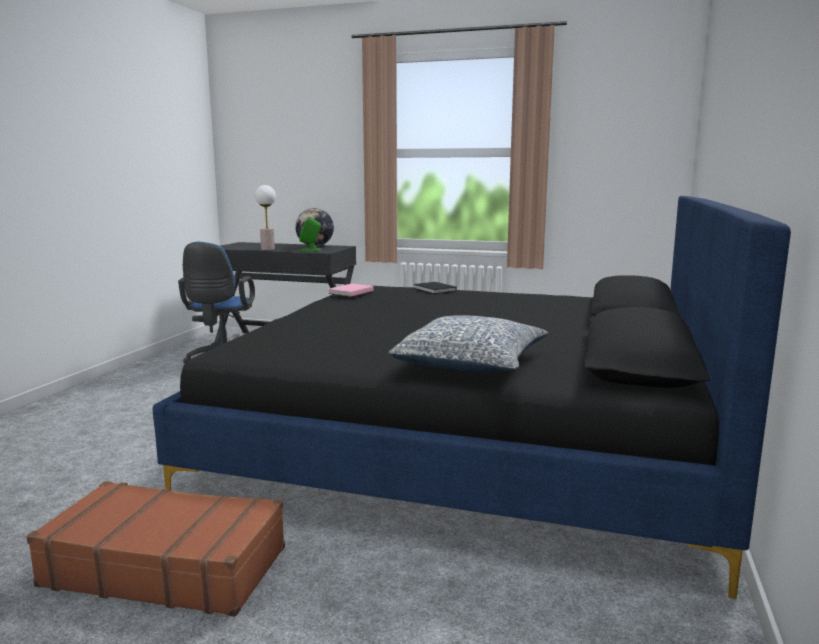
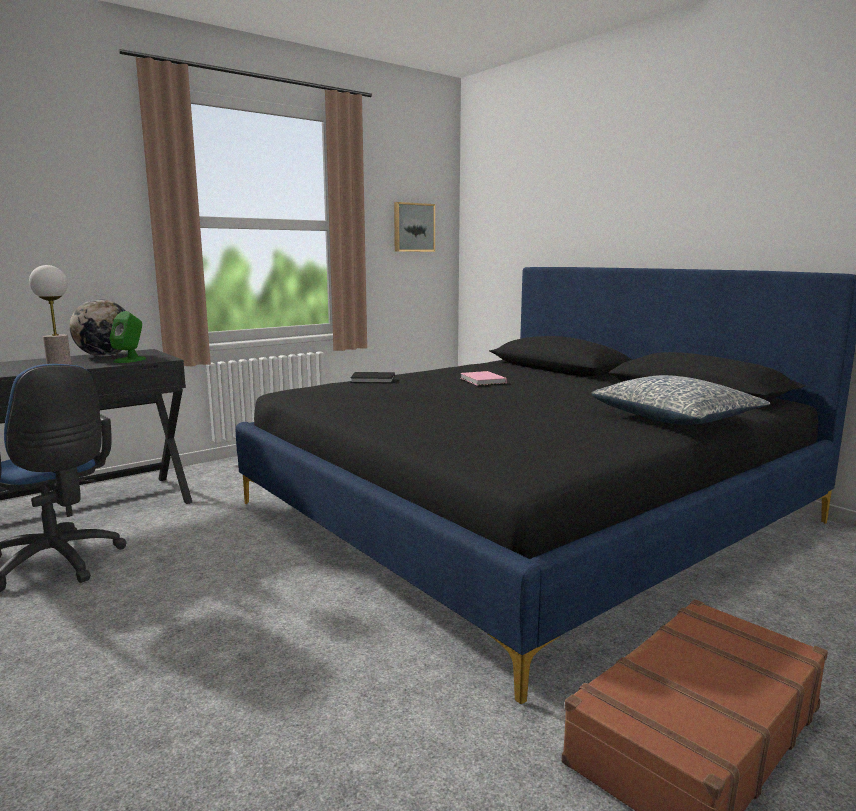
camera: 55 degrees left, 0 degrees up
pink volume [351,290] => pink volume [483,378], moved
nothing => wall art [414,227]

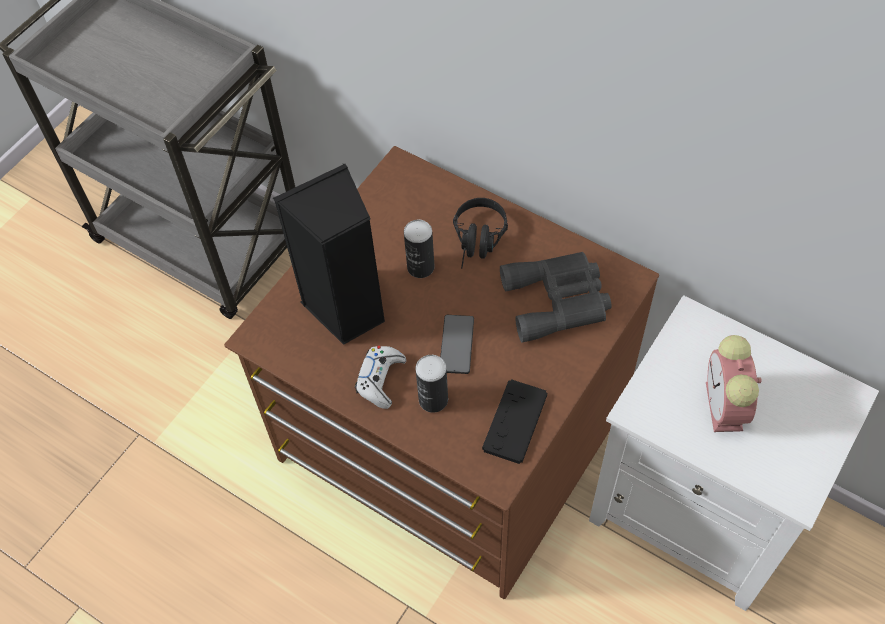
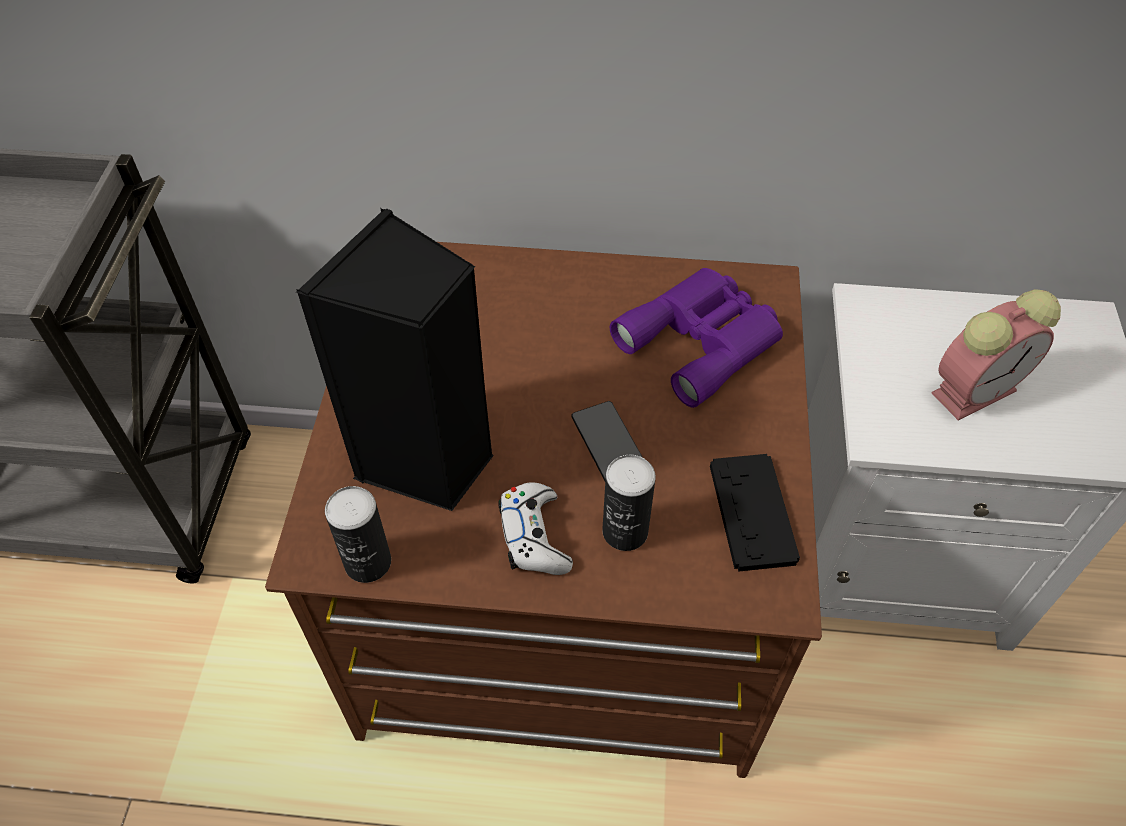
camera: 30 degrees left, 5 degrees down
blackish headset [480,233] => nothing
sealed can [419,248] => sealed can [358,534], moved
gray field glasses [555,297] => purple-coloured field glasses [696,338]
alarm clock [734,383] => alarm clock [996,354], 90 degrees counterclockwise

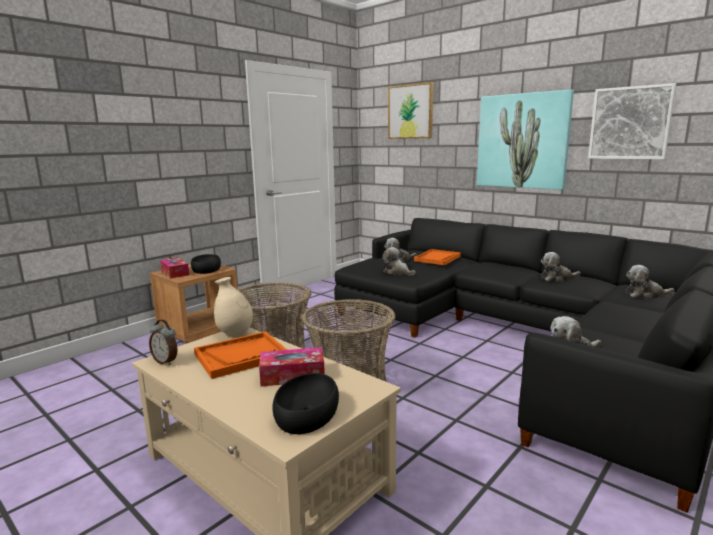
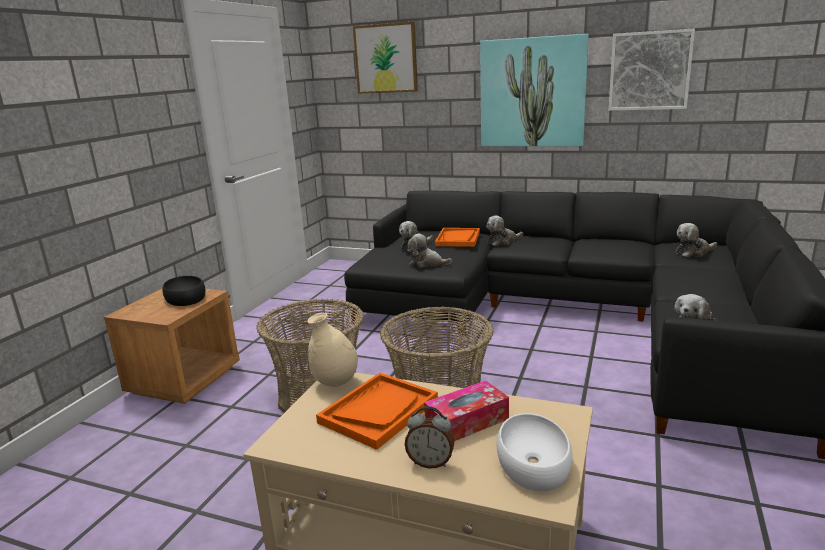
camera: 20 degrees left, 5 degrees up
cuddly toy [561,267] => cuddly toy [504,231], moved
tissue holder [174,267] => nothing
alarm clock [163,342] => alarm clock [429,437], moved
blackish serving bowl [306,403] => whitish serving bowl [535,452]

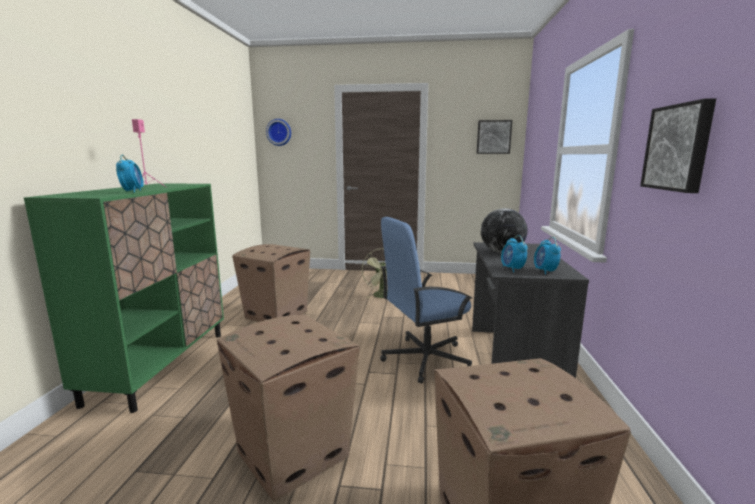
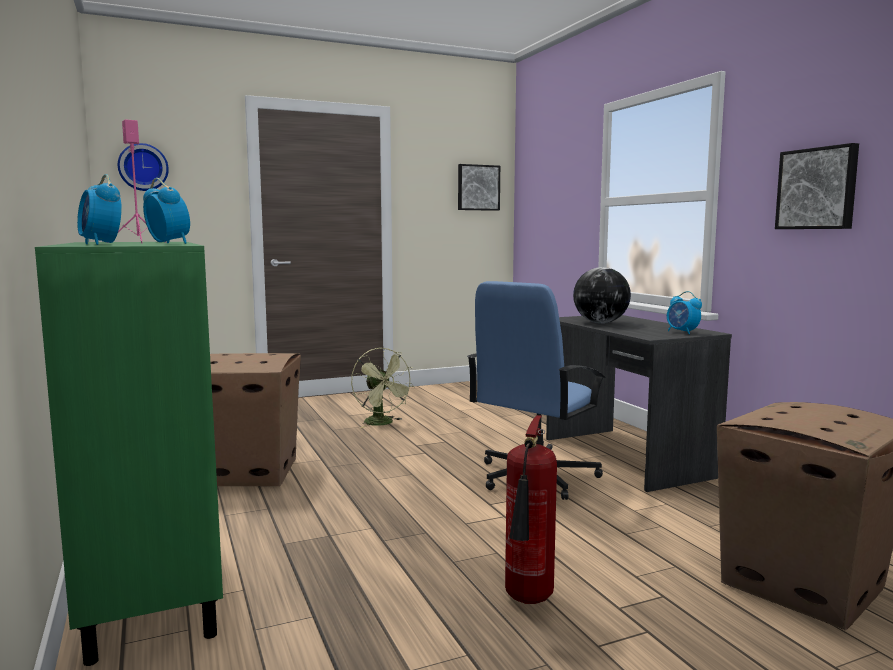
camera: 30 degrees left, 5 degrees down
alarm clock [514,253] => alarm clock [99,209], moved
carton [288,408] => extinguisher [531,509]

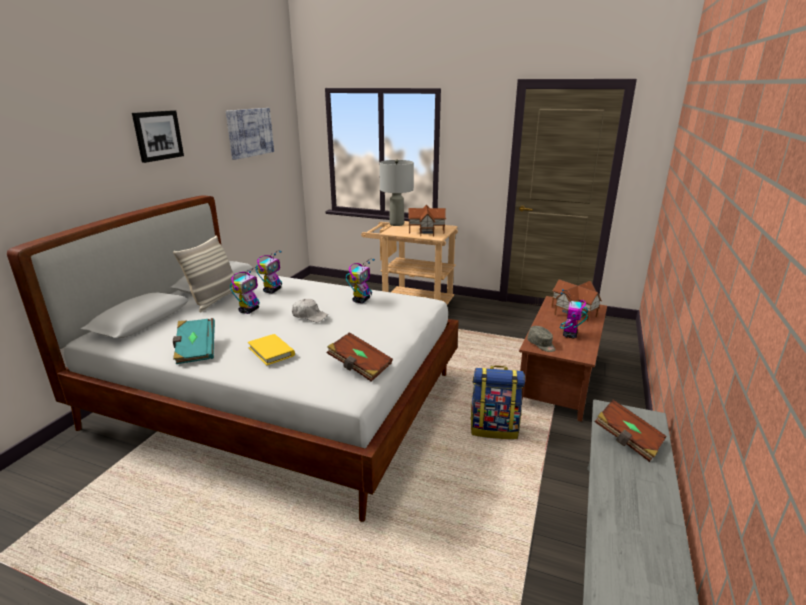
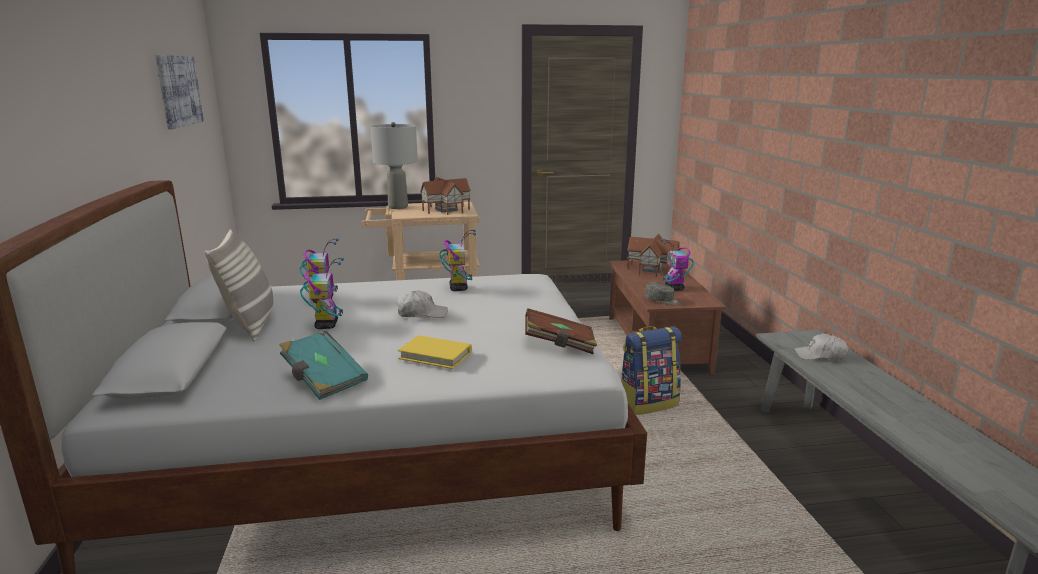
camera: 30 degrees left, 5 degrees down
wall art [158,136] => nothing
brown-coloured volume [631,431] => whitish peaked cap [821,346]

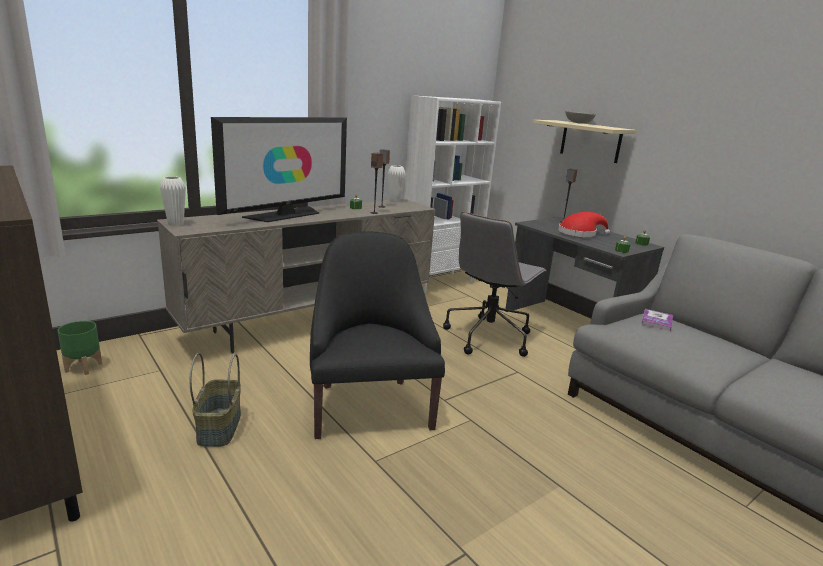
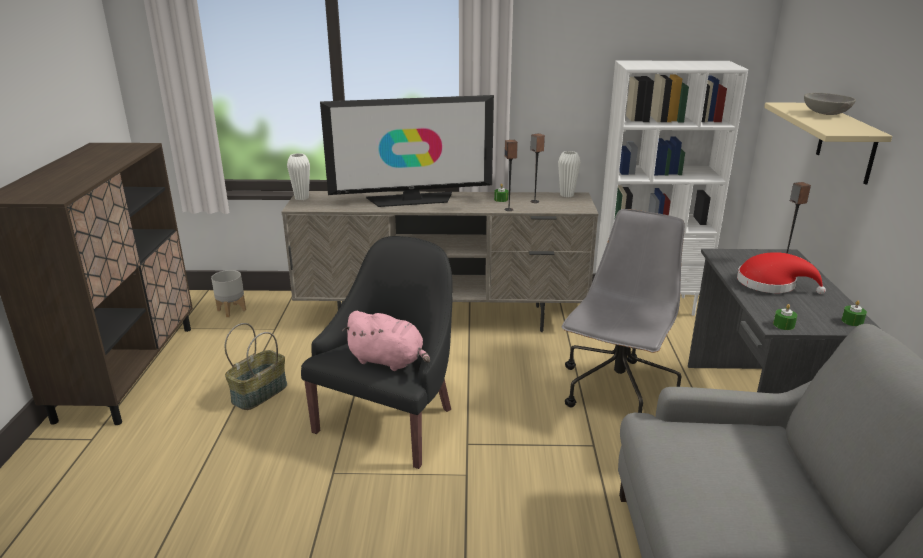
camera: 40 degrees right, 5 degrees up
gray office chair [495,284] => gray office chair [623,311], 135 degrees clockwise
volume [657,320] => nothing
green-coloured planter [79,348] => gray planter [228,293]
nothing => pink cuddly toy [386,341]

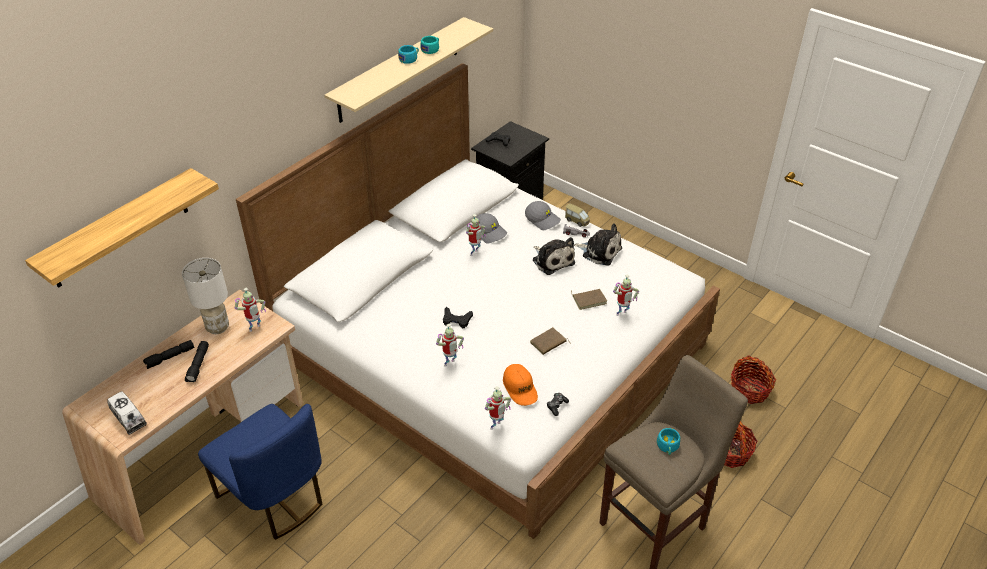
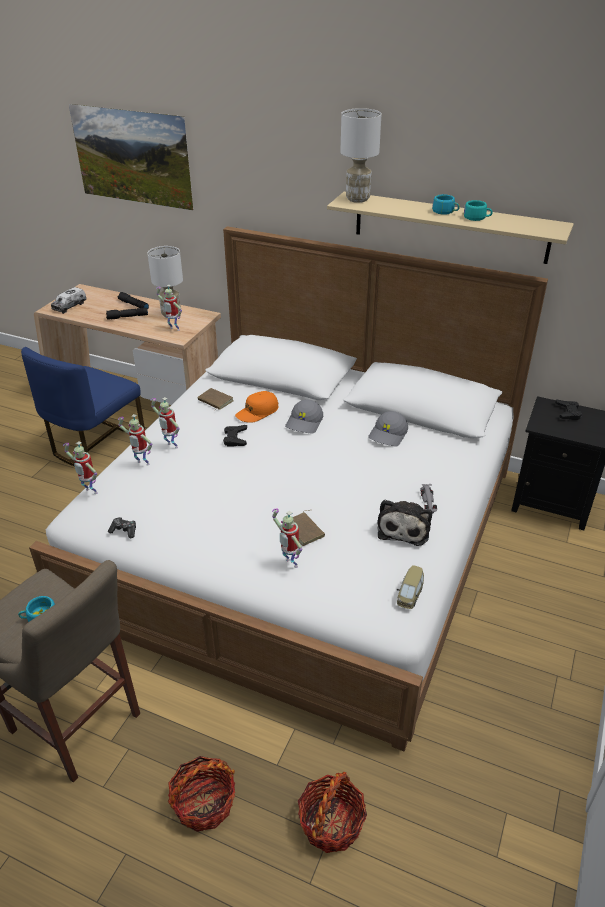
camera: 75 degrees right, 5 degrees down
bracket shelf [122,228] => wall art [131,157]
gray peaked cap [543,215] => gray peaked cap [304,416], moved
model car [577,215] => model car [410,587], moved
robot figure [476,235] => robot figure [135,440], moved
cuddly toy [554,256] => nothing
brown-coloured volume [550,341] => brown-coloured volume [215,399], moved
orangey peaked cap [520,385] => orangey peaked cap [256,407], moved
nothing => whitish table lamp [361,155]

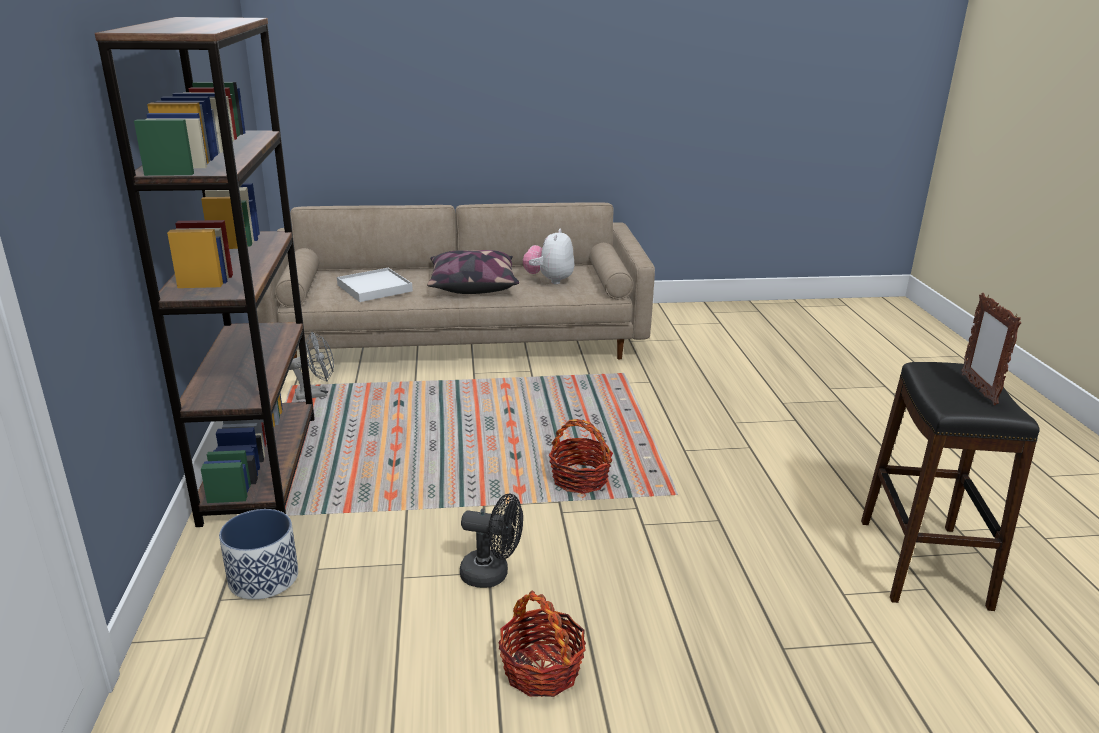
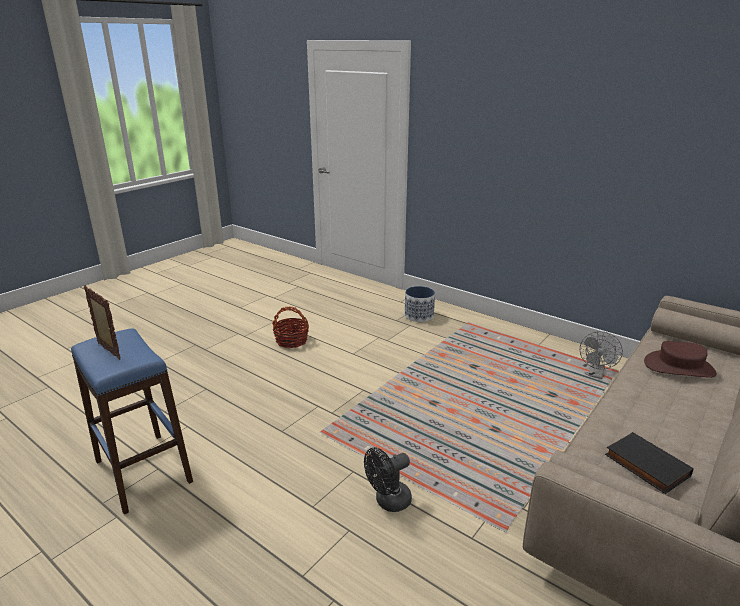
camera: 135 degrees right, 0 degrees up
brown-coloured bookshelf [205,272] => nothing
cuddly toy [548,256] => blackish volume [649,463]
cushion [473,272] => nothing
whitish carrying tray [375,285] => brown-coloured hat [680,359]
blackish stool [950,486] => blue stool [132,421]
basket [580,456] => nothing
blackish cooling fan [491,541] => blackish cooling fan [388,479], moved

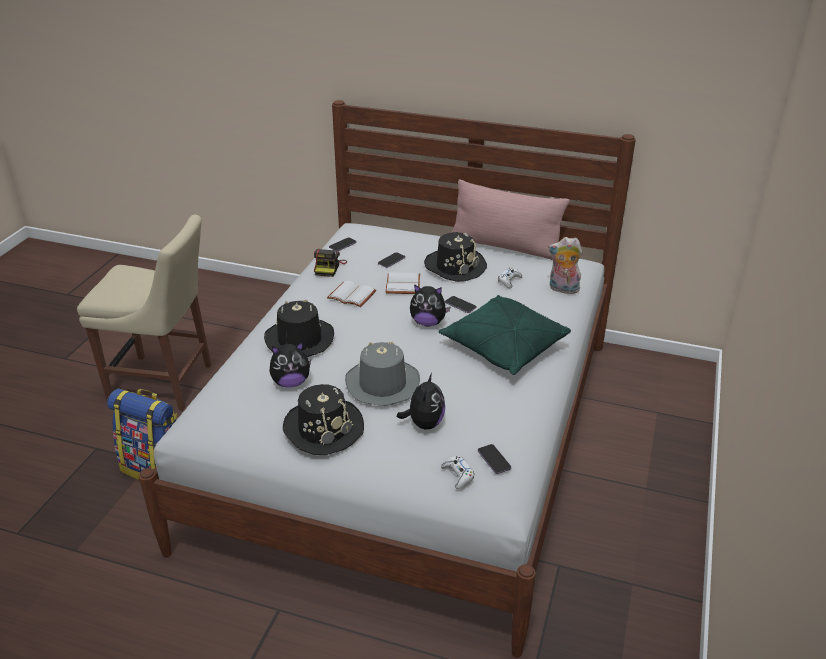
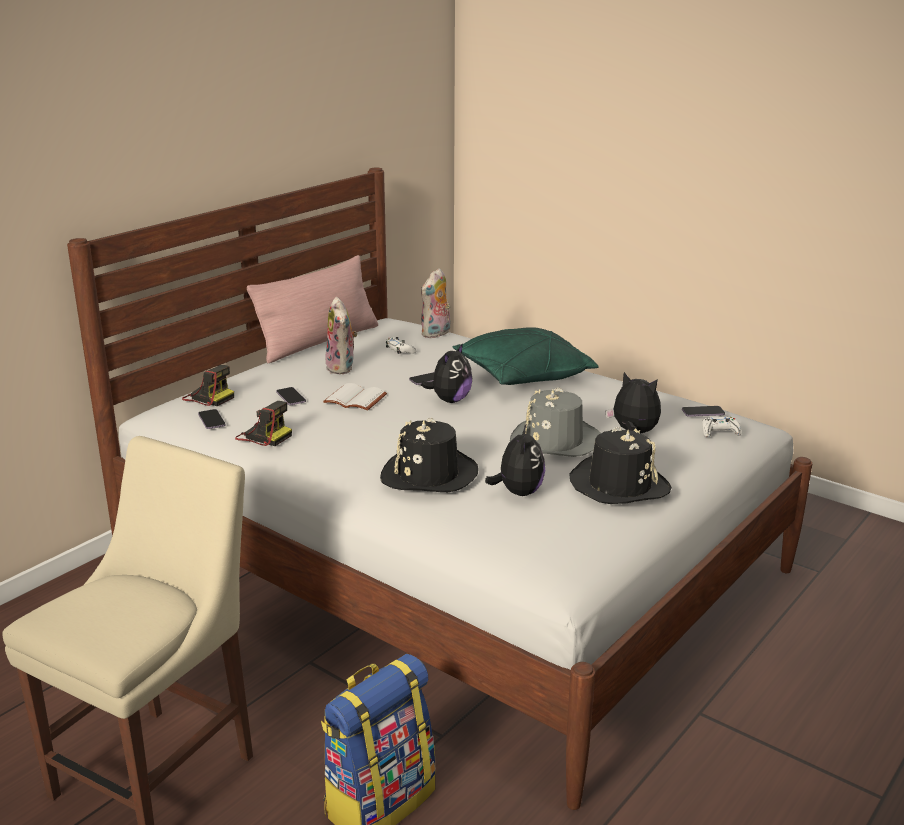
camera: 70 degrees left, 10 degrees down
blackish hat [455,257] => cuddly toy [341,335]
whitish volume [351,294] => nothing
nothing => still camera [208,385]

